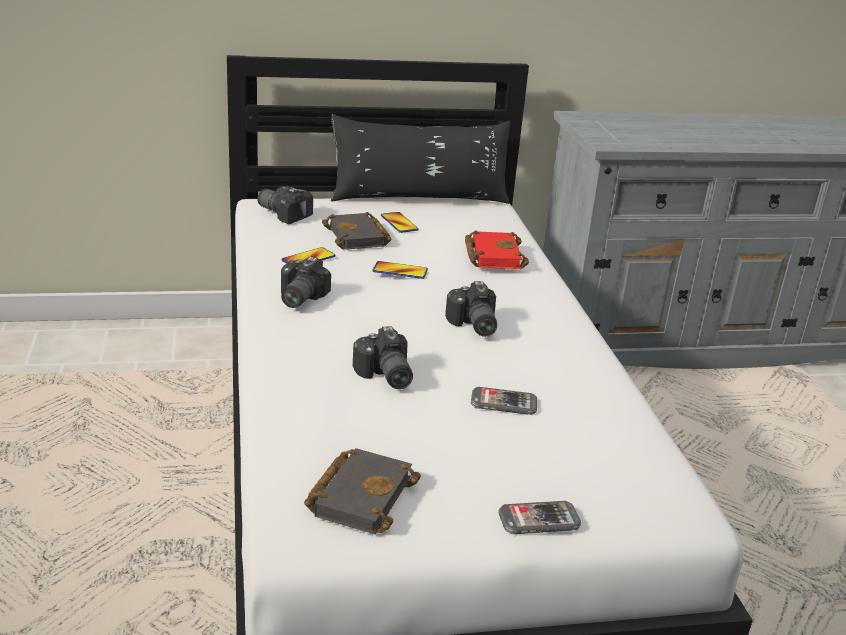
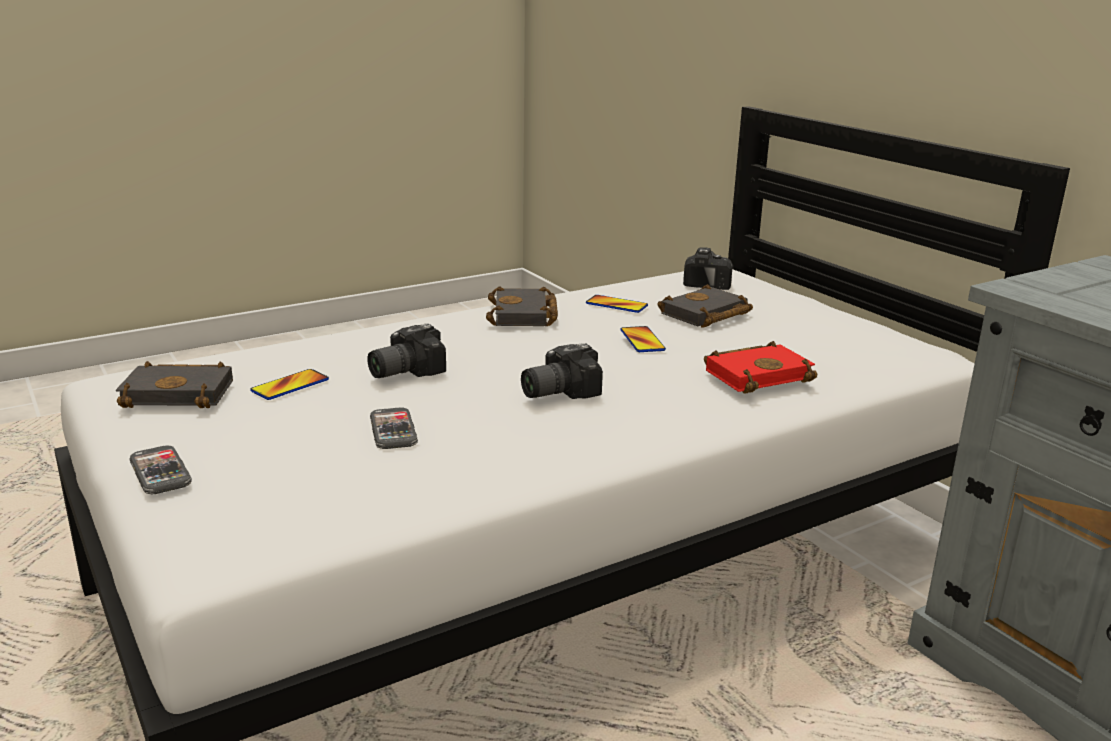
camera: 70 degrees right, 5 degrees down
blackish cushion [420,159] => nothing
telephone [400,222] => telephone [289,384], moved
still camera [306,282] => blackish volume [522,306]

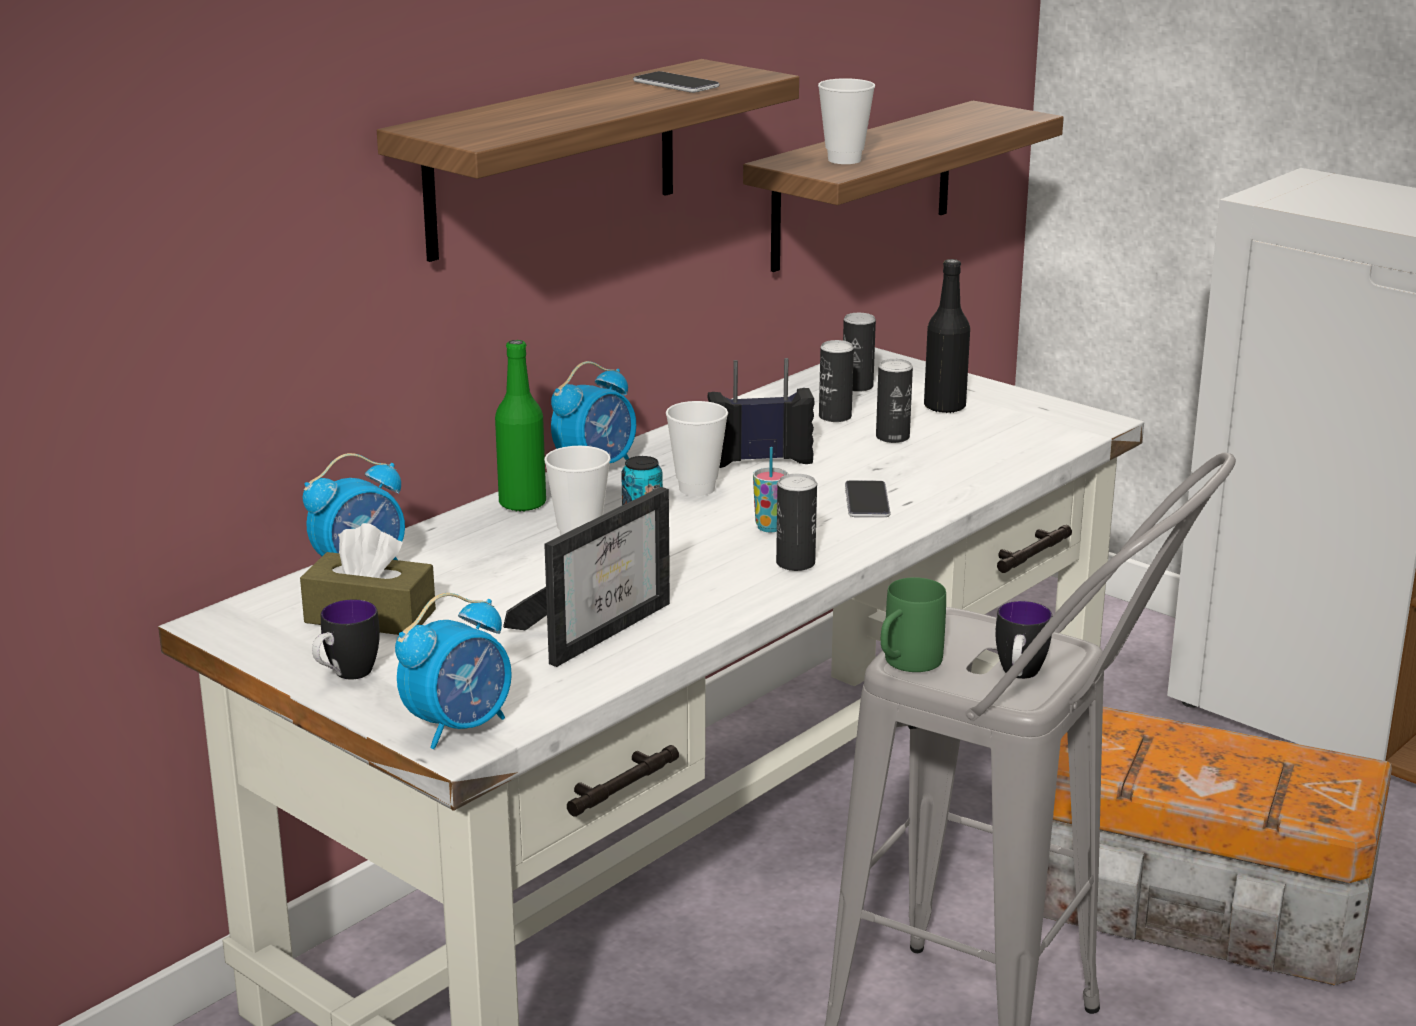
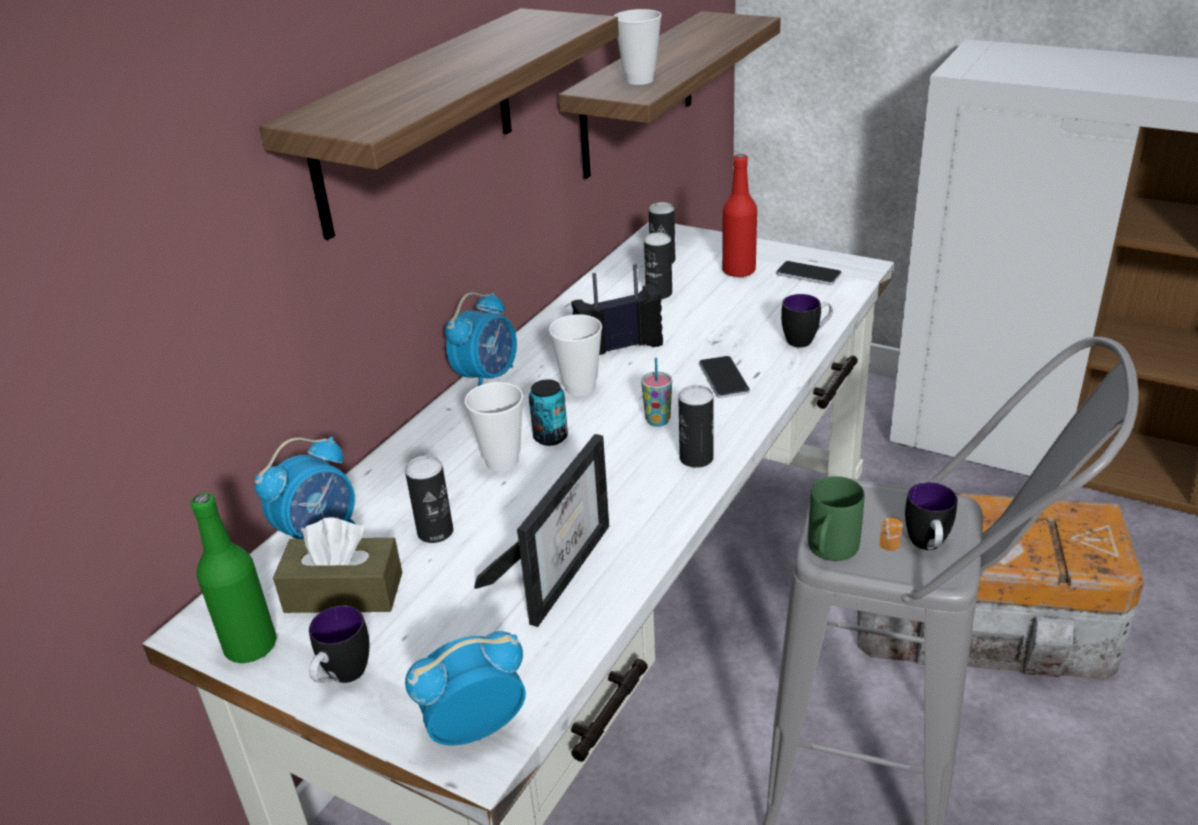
camera: 10 degrees left, 10 degrees up
telephone [676,82] => telephone [809,273], moved
blackish drink bottle [947,336] => red-coloured drink bottle [739,215]
green-coloured drink bottle [520,426] => green-coloured drink bottle [234,578], moved
sealed can [894,401] => sealed can [429,499], moved
alarm clock [453,671] => alarm clock [465,688], 150 degrees counterclockwise
nothing => tea mug [807,321]

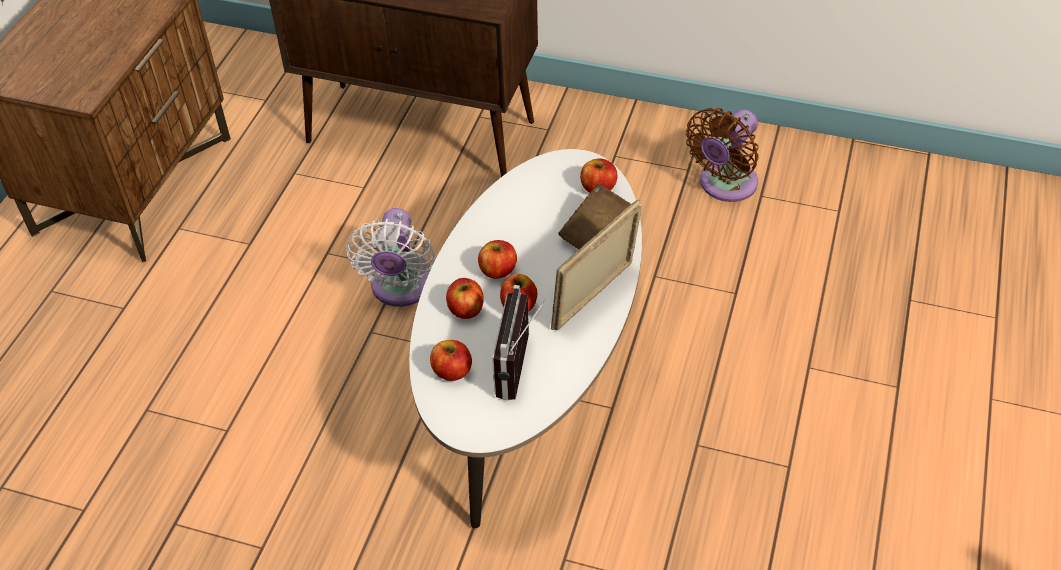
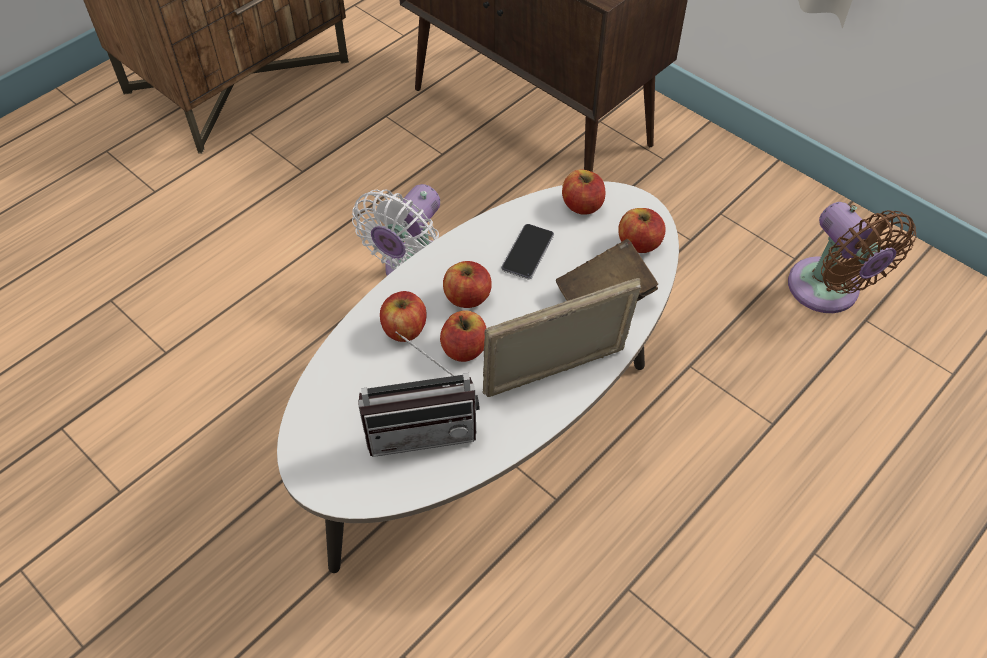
camera: 25 degrees right, 5 degrees up
brown-coloured cooling fan [722,155] => brown-coloured cooling fan [852,257], 90 degrees counterclockwise
radio set [519,342] => radio set [419,394], 135 degrees counterclockwise
apple [451,360] => apple [583,192], moved
nothing => telephone [527,251]

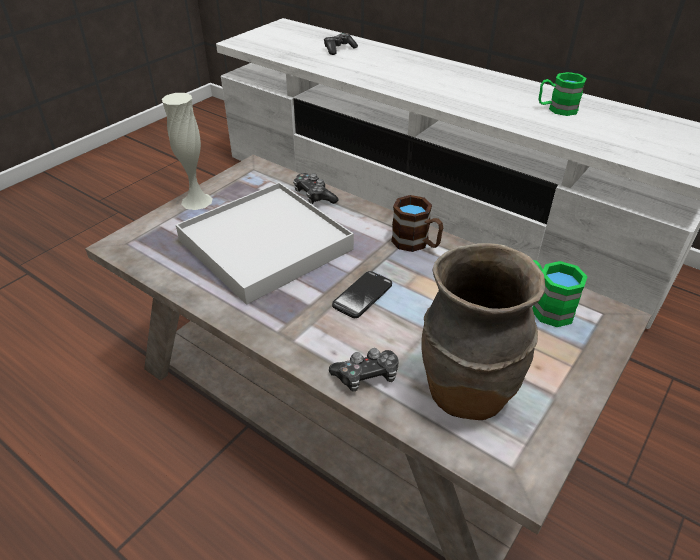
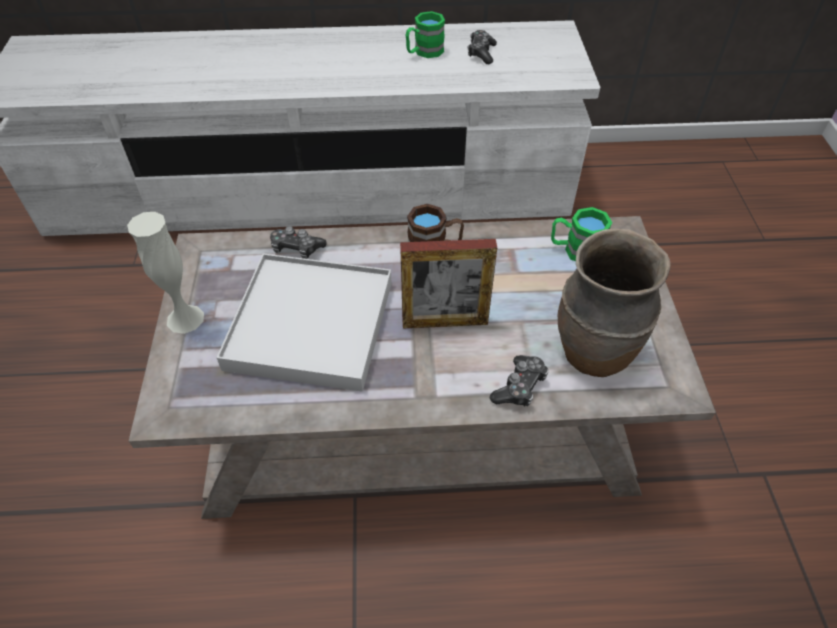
camera: 40 degrees left, 10 degrees up
gamepad [341,44] => gamepad [482,47], moved
telephone [362,294] => standing frame [448,283]

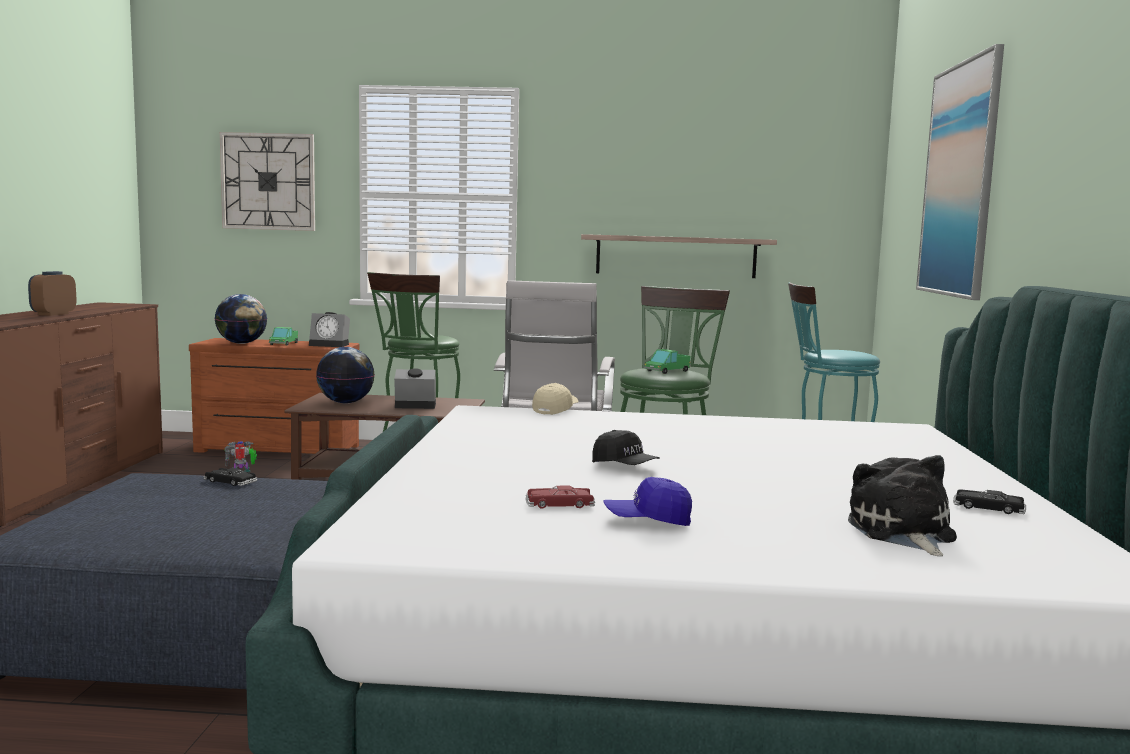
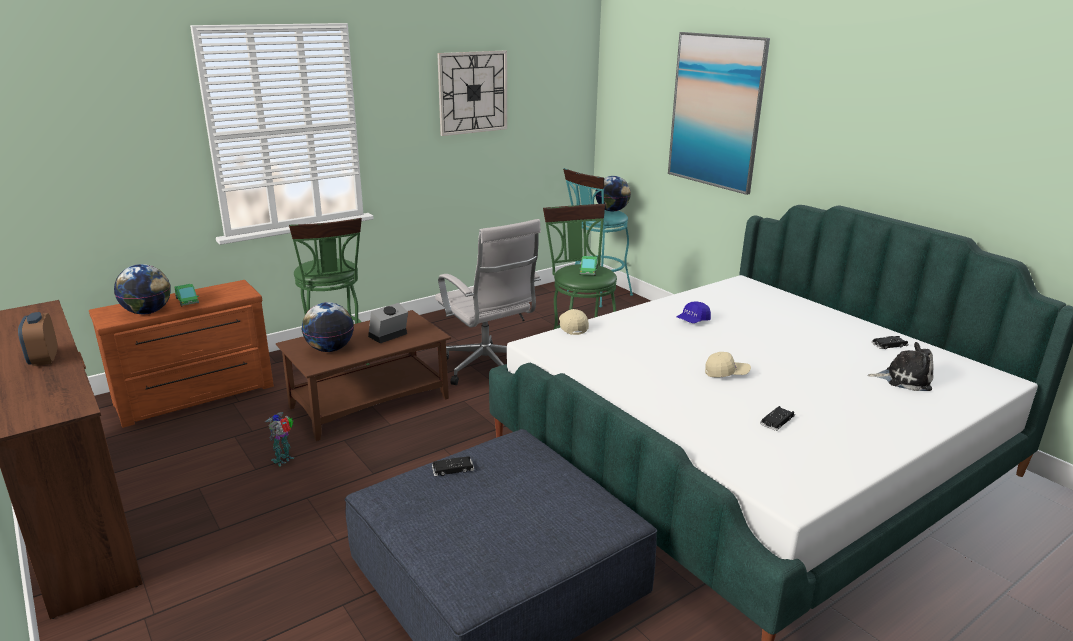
camera: 40 degrees left, 15 degrees up
wall clock [267,181] => wall clock [472,93], moved
bracket shelf [679,256] => nothing
alarm clock [329,329] => nothing
blackish peaked cap [626,447] => beige-coloured peaked cap [728,365]
cuddly toy [902,505] => cuddly toy [901,366], 150 degrees clockwise
blue peaked cap [648,501] => blue peaked cap [694,312], moved
red-coloured model car [560,497] => blackish model car [777,418]
nothing => desk globe [613,194]

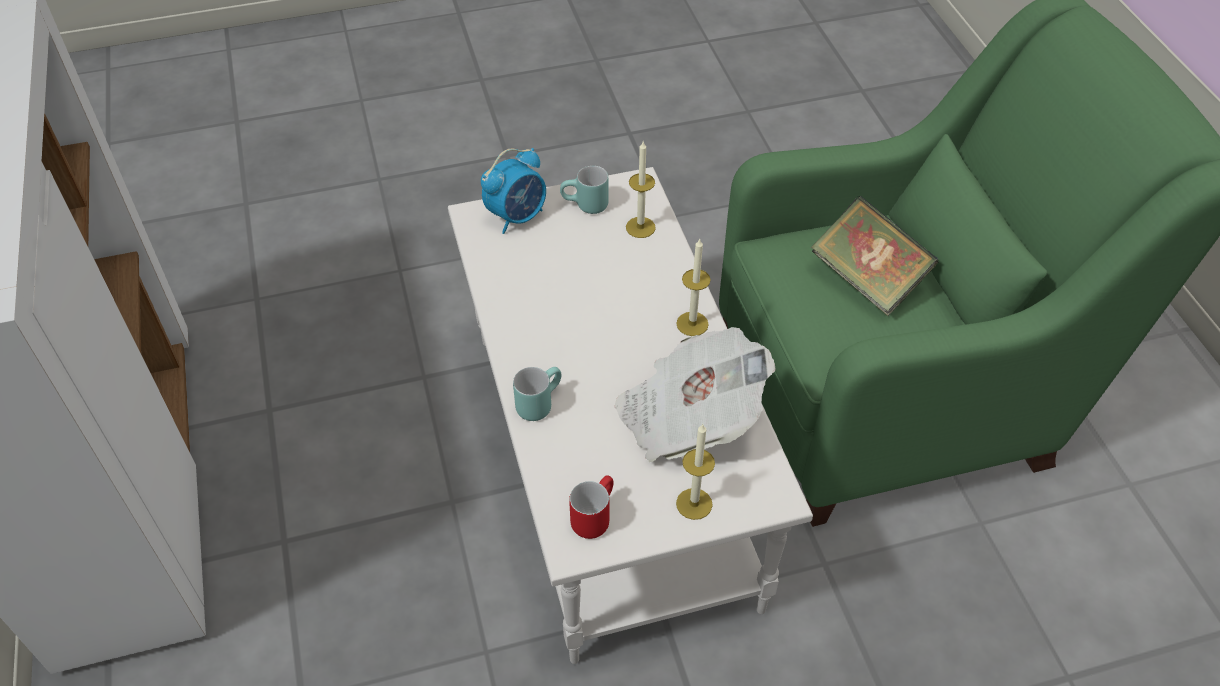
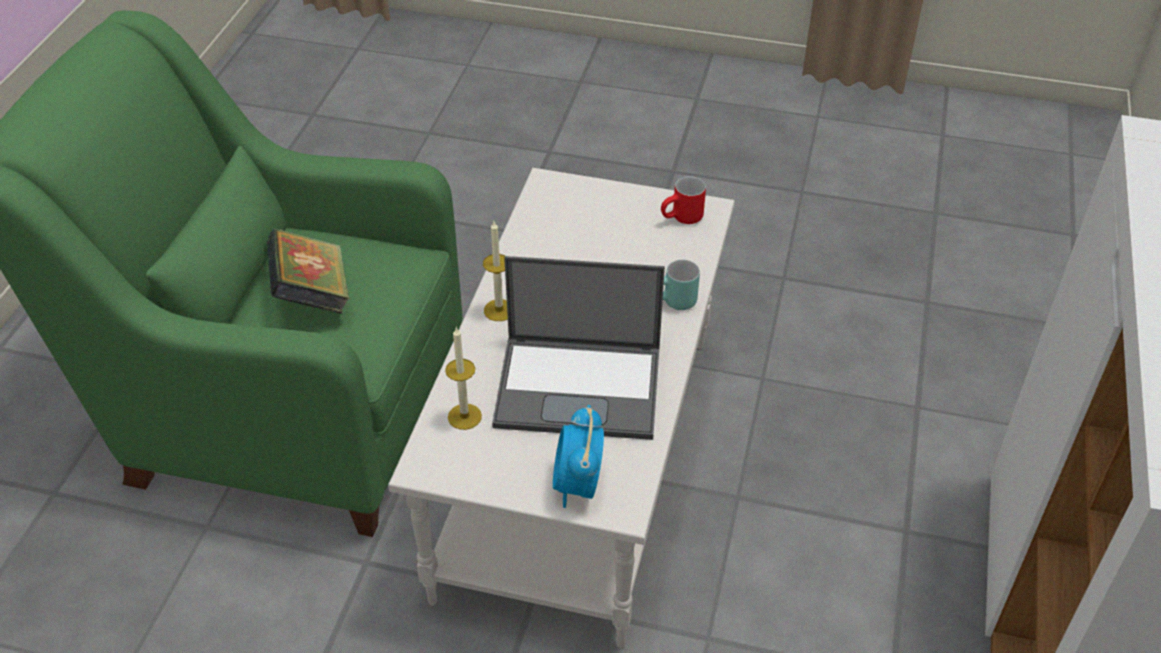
camera: 150 degrees left, 5 degrees down
alarm clock [513,191] => alarm clock [578,456], 75 degrees counterclockwise
turquoise tea mug [584,190] => nothing
newspaper [695,394] => nothing
wax candle [695,472] => nothing
nothing => notebook computer [578,348]

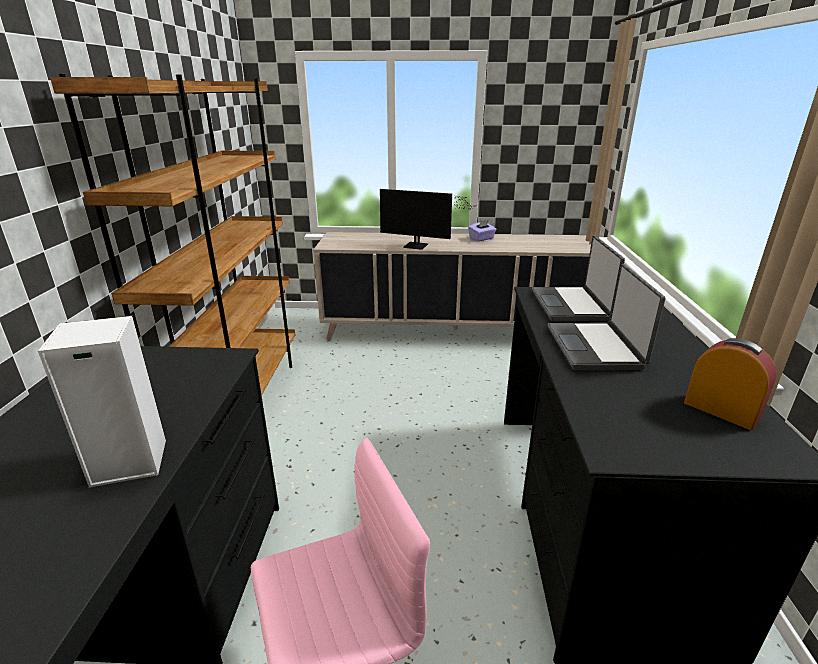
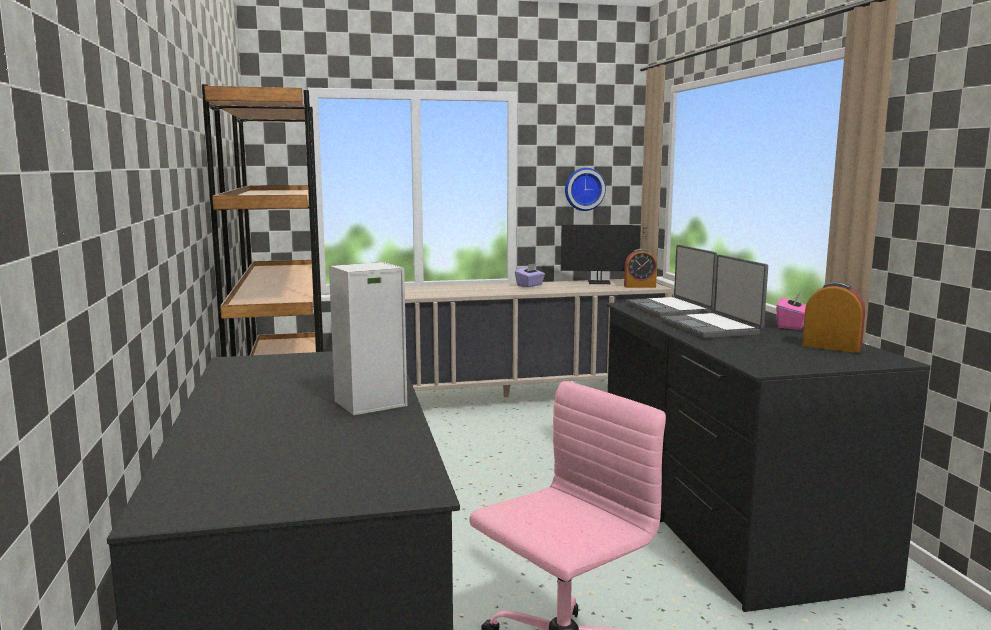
camera: 15 degrees left, 15 degrees down
computer screen [427,219] => computer screen [612,254], moved
nothing => wall clock [585,189]
nothing => alarm clock [640,268]
nothing => pink tissue holder [791,310]

